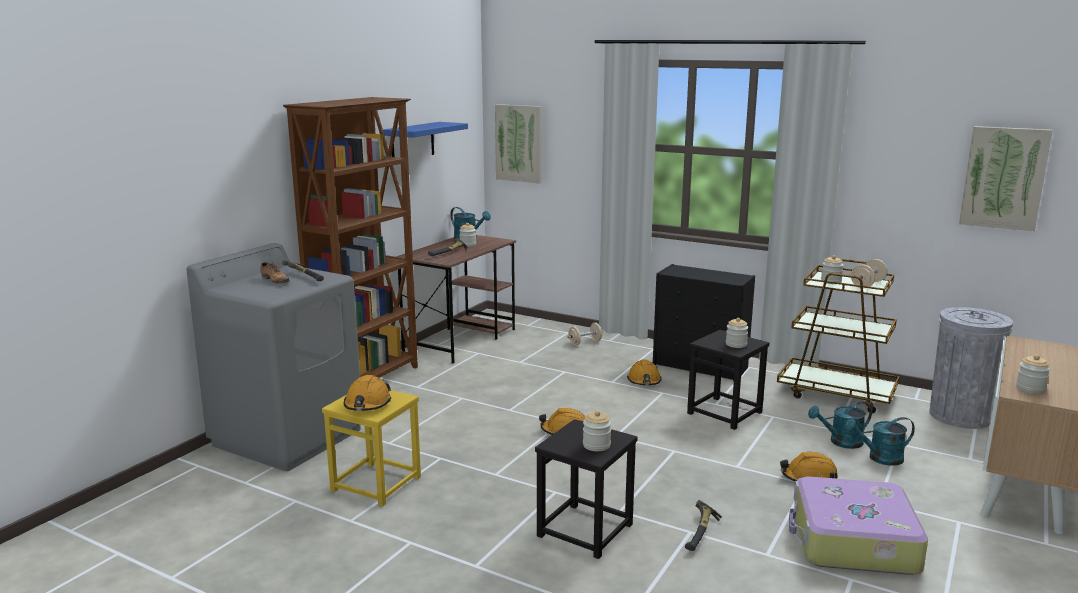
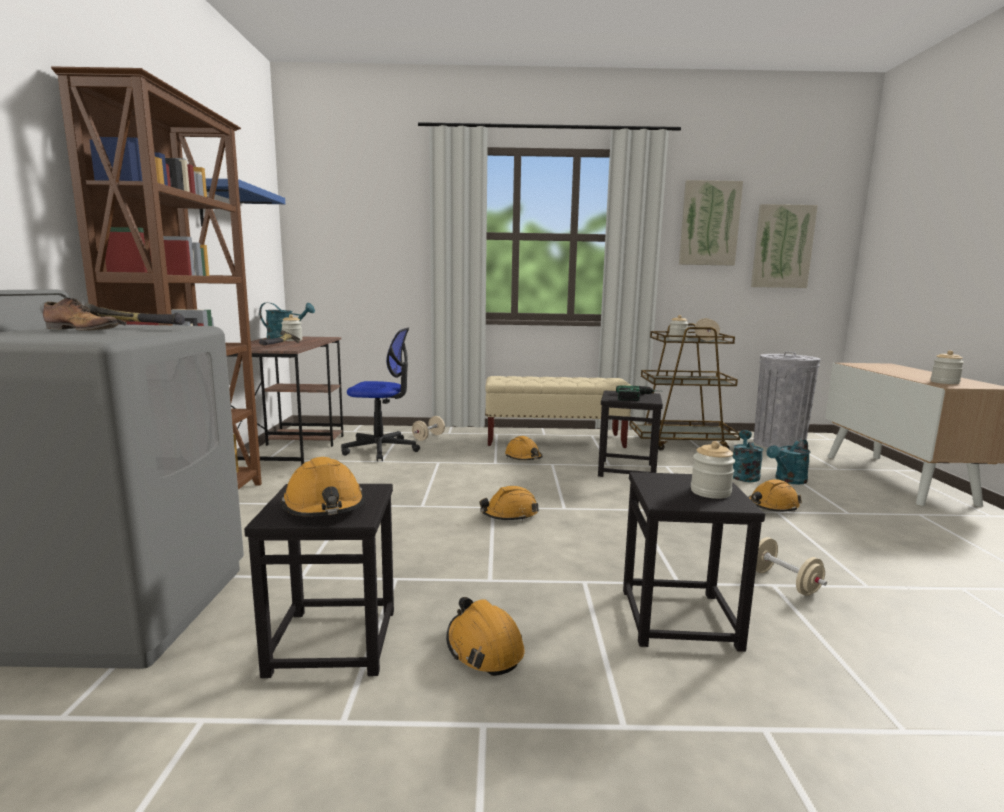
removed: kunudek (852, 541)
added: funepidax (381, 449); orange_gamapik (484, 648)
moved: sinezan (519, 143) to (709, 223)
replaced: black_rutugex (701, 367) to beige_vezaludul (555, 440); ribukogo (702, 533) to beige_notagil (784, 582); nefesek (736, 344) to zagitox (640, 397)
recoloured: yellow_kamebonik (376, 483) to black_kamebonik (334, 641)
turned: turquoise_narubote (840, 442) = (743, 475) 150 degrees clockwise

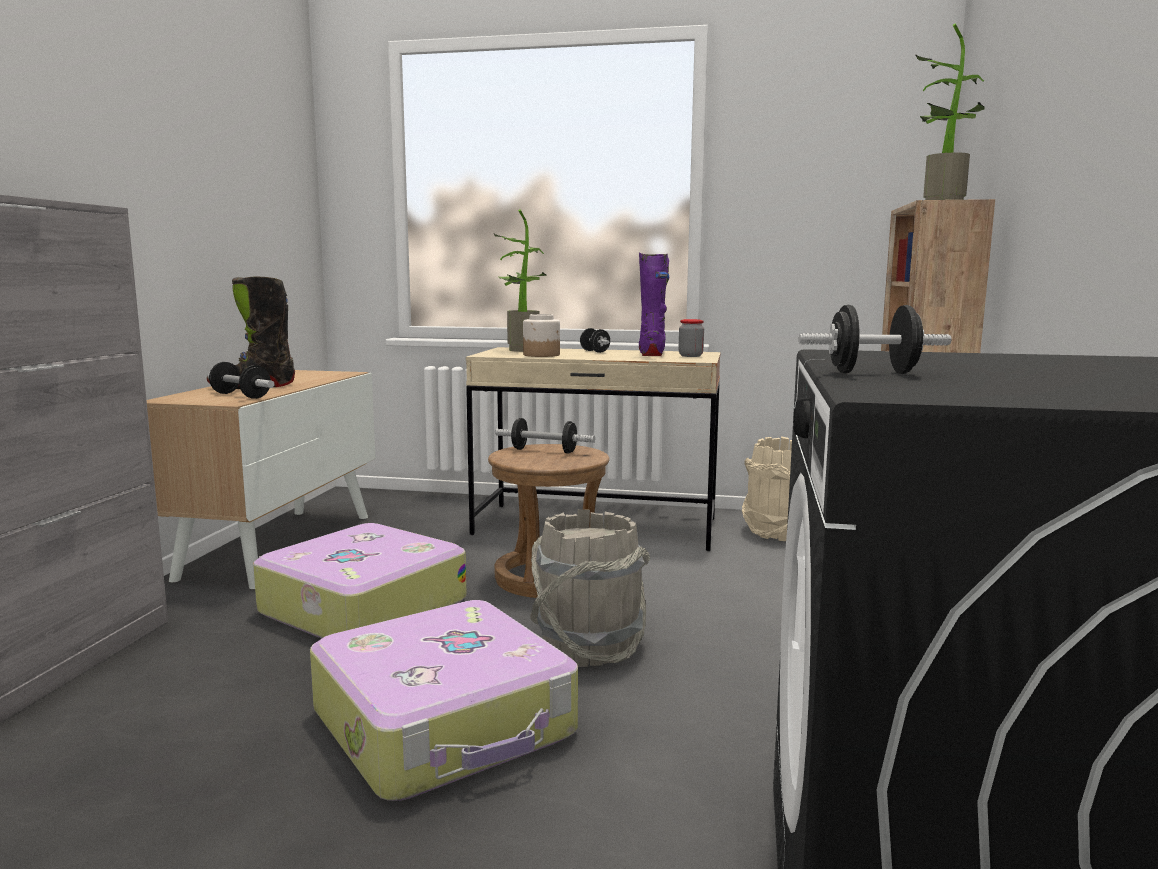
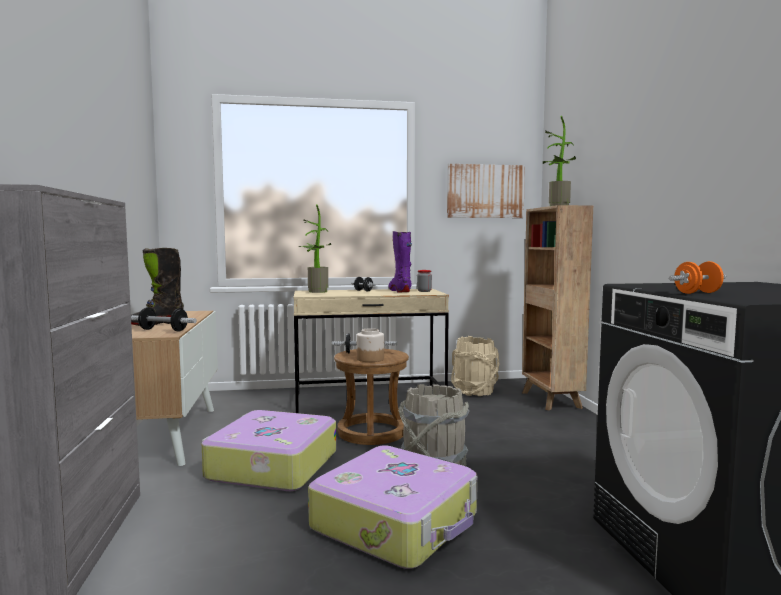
added: sinezan (485, 191)
moved: nefesek (542, 355) to (370, 359)
recoloured: black_notagil (872, 373) to orange_notagil (697, 293)

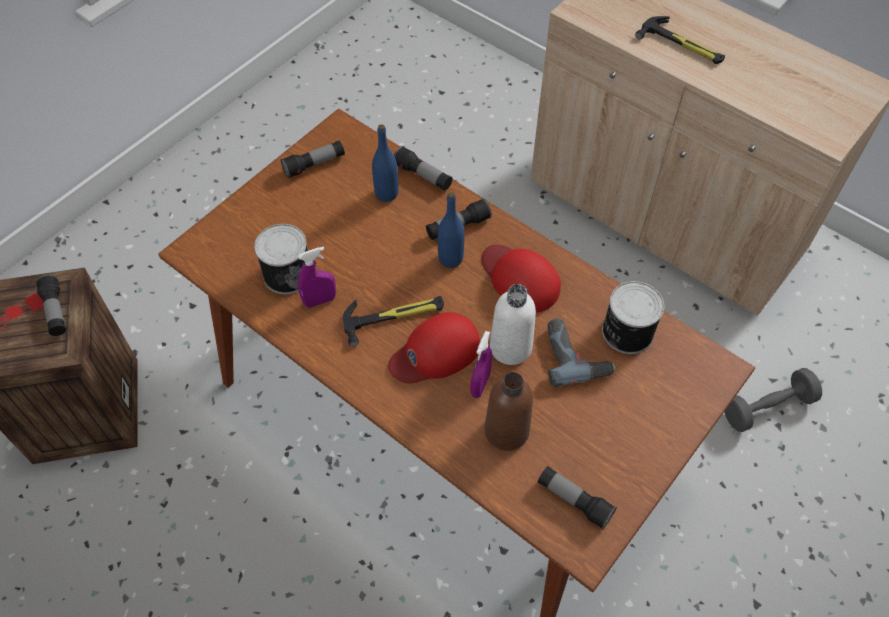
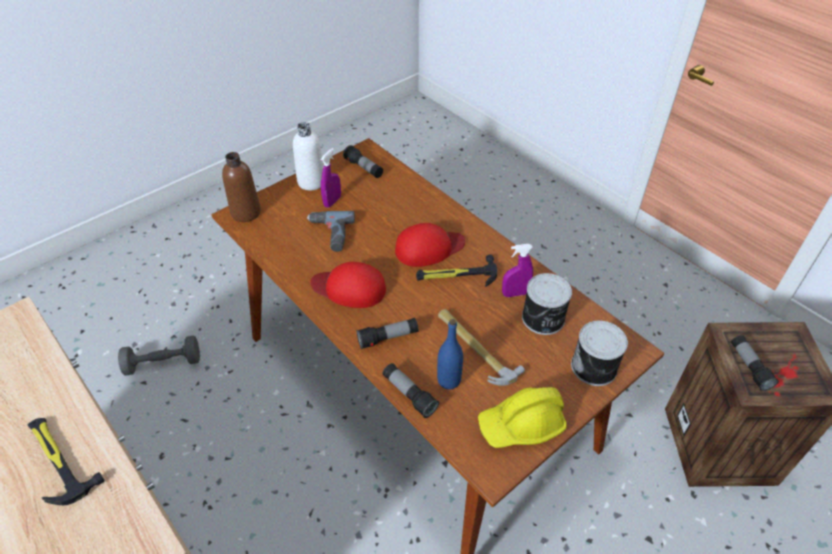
removed: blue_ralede (450, 259)
added: ribukogo (475, 348)
moved: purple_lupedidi (480, 385) to (332, 201); brown_ralede (506, 431) to (246, 212); white_ralede (510, 347) to (311, 182); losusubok (626, 332) to (595, 367)
replaced: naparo (314, 165) to yellow_gamapik (521, 425)
turned: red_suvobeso (519, 279) = (349, 288) 135 degrees clockwise

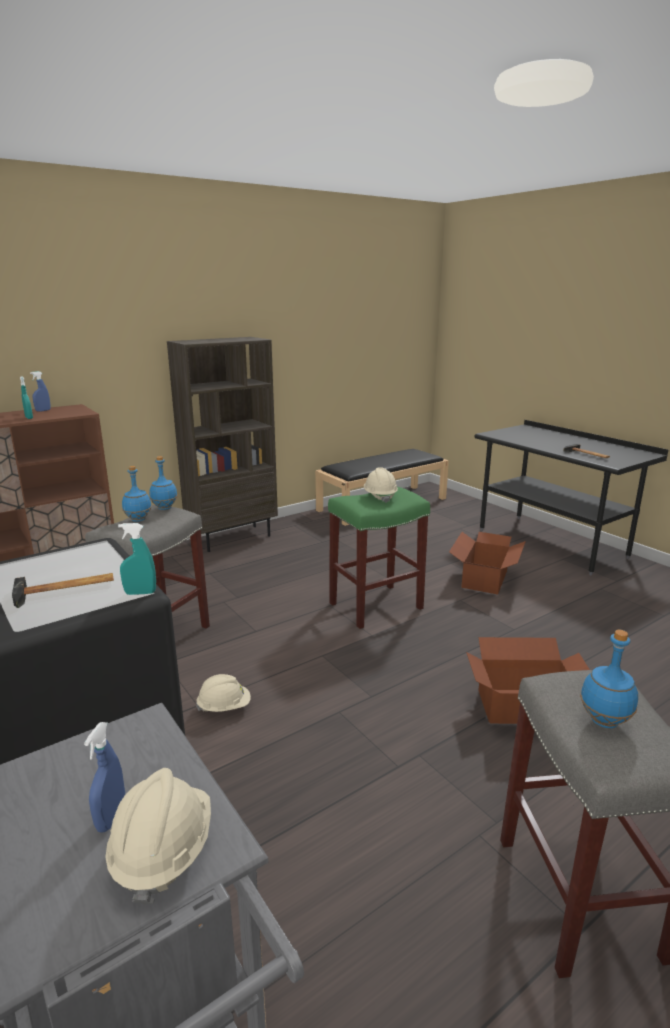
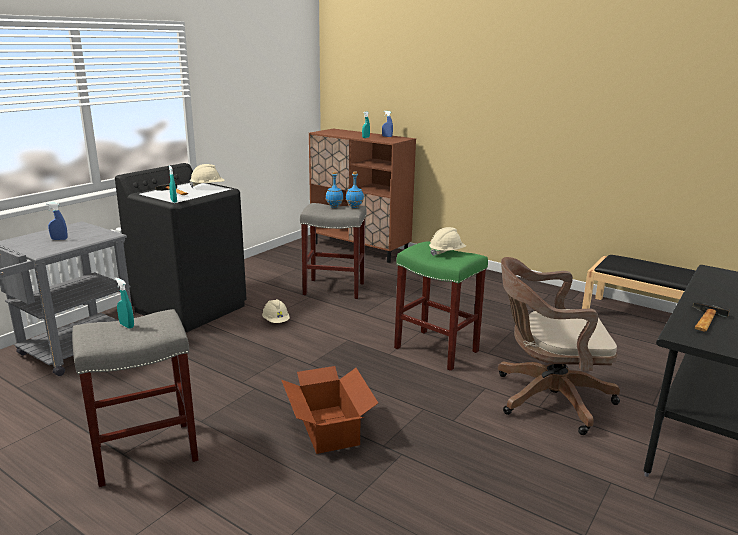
removed: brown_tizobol (232, 538)
moved: beige_gamapik (162, 851) to (207, 187)
replaced: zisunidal (484, 579) to brown_funepidax (546, 398); blue_ralede (603, 721) to turquoise_lupedidi (127, 325)

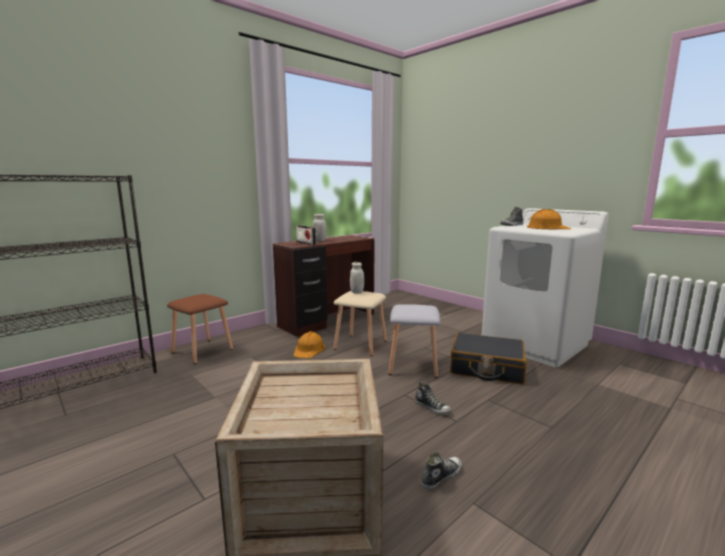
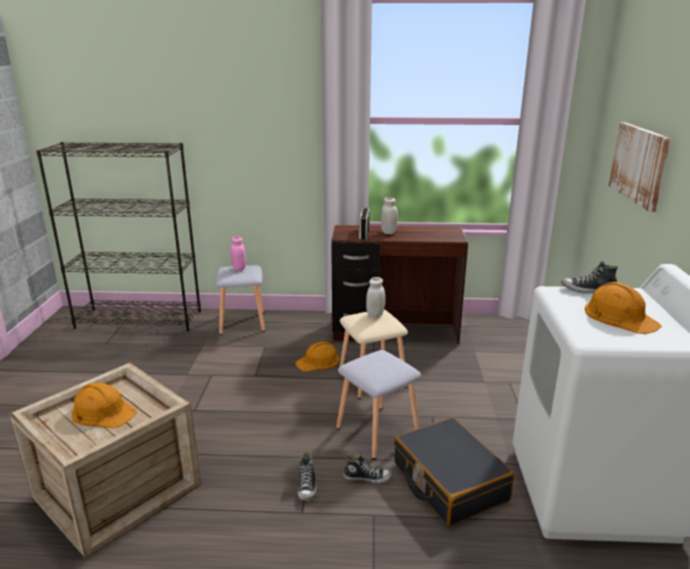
added: orange_gamapik (103, 411); pink_nefesek (239, 268); sinezan (639, 164)
moved: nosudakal (441, 476) to (367, 477)
recoloured: brown_kamebonik (201, 351) to grey_kamebonik (242, 322)

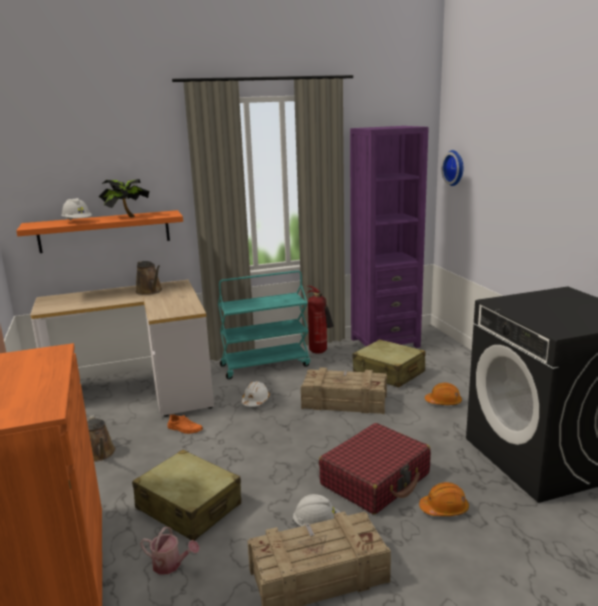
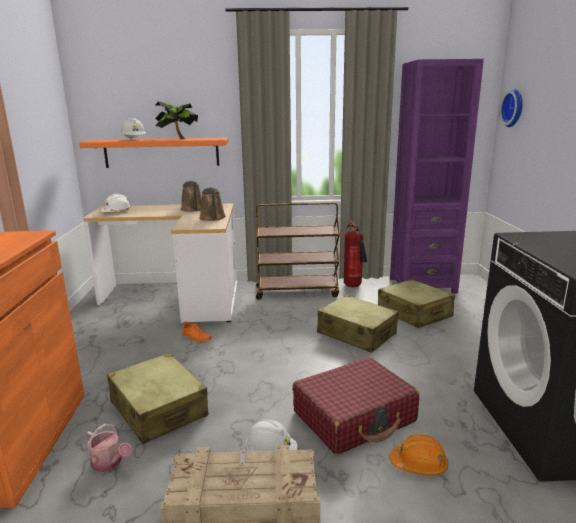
removed: orange_gamapik (443, 402)
moved: brown_narubote (100, 454) to (213, 218); white_gamapik (255, 401) to (117, 211)
replaced: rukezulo (344, 401) to beige_kunudek (356, 334)
recoloured: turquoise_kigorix (265, 365) to brown_kigorix (297, 291)

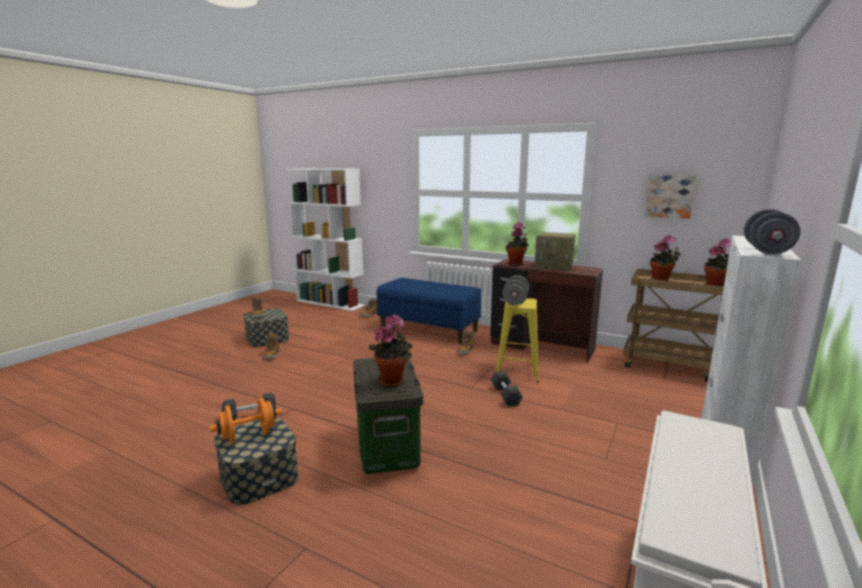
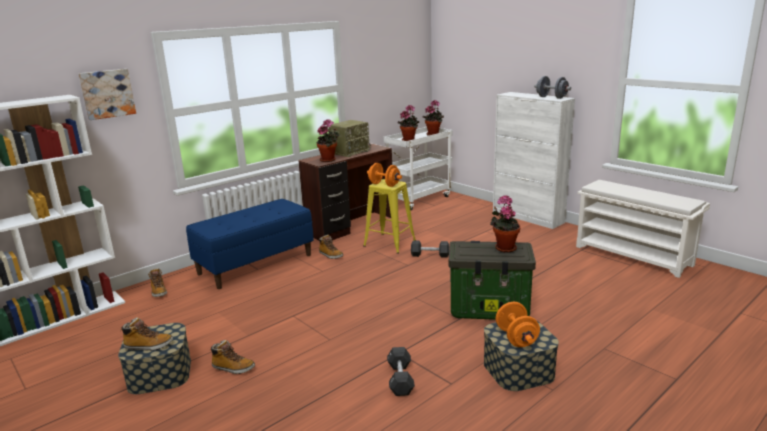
moved: sinezan (669, 196) to (107, 93)
recoloured: grey_notagil (515, 301) to orange_notagil (384, 185); brown_kigorix (671, 366) to white_kigorix (419, 199)

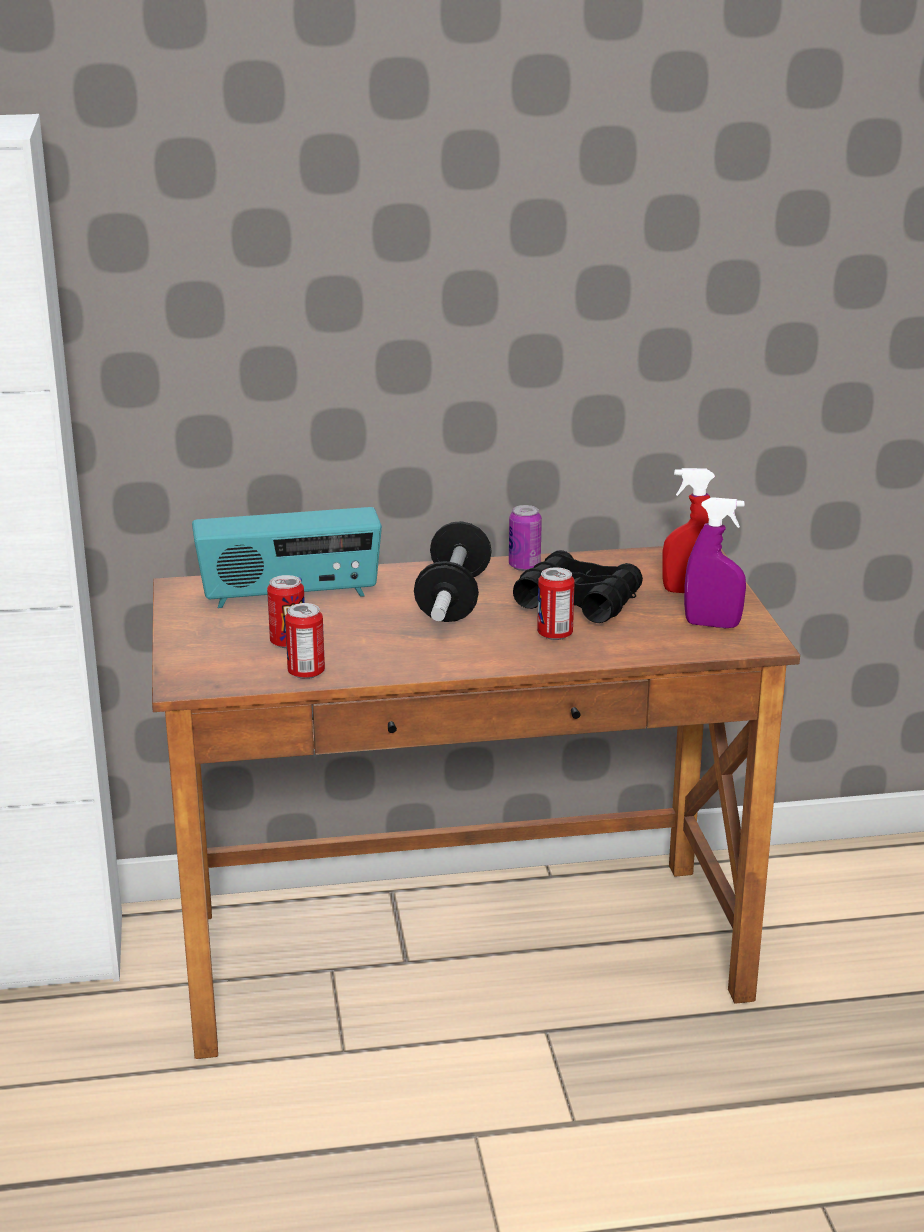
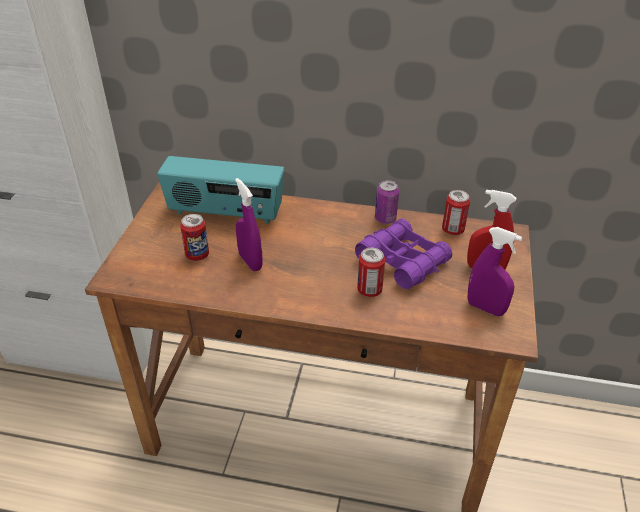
removed: notagil (453, 599)
added: purple_lupedidi (250, 262)
moved: losusubok (306, 673) to (452, 230)
recoloured: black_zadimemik (578, 601) to purple_zadimemik (402, 261)

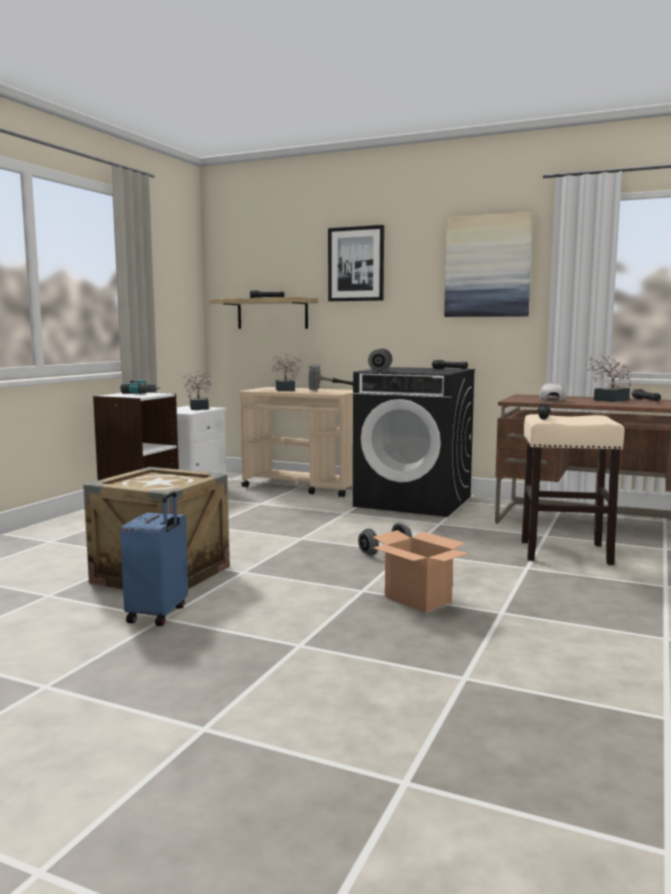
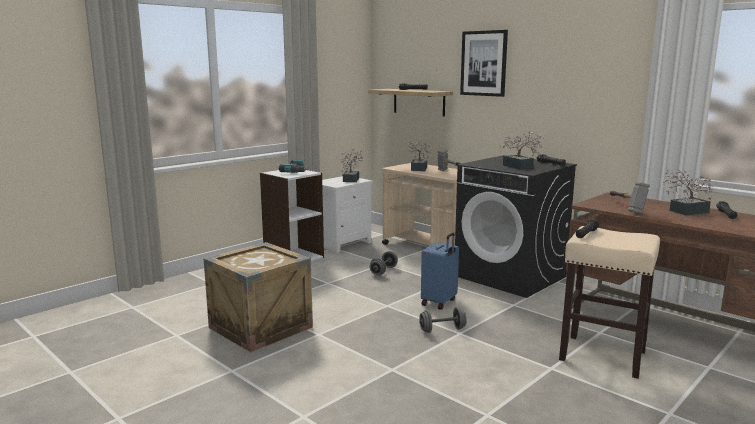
removed: zisunidal (418, 599); sinezan (487, 266)
added: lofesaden (520, 167)
moved: blue_kunudek (159, 614) to (439, 302); grey_notagil (380, 370) to (383, 271)
replaced: white_suvobeso (551, 400) to ribukogo (625, 207)

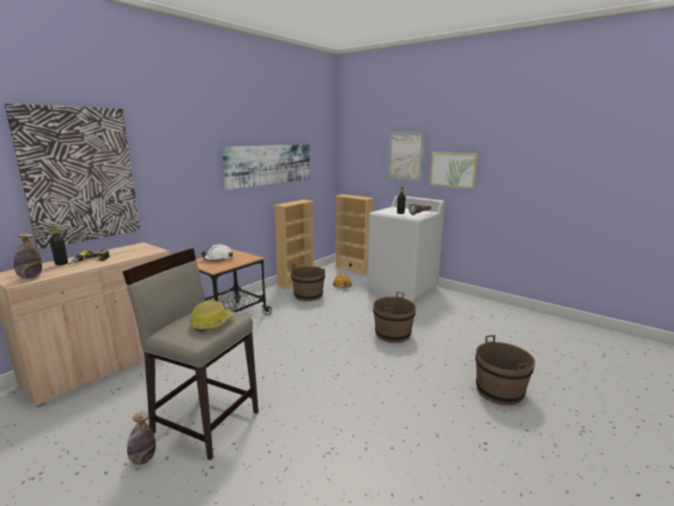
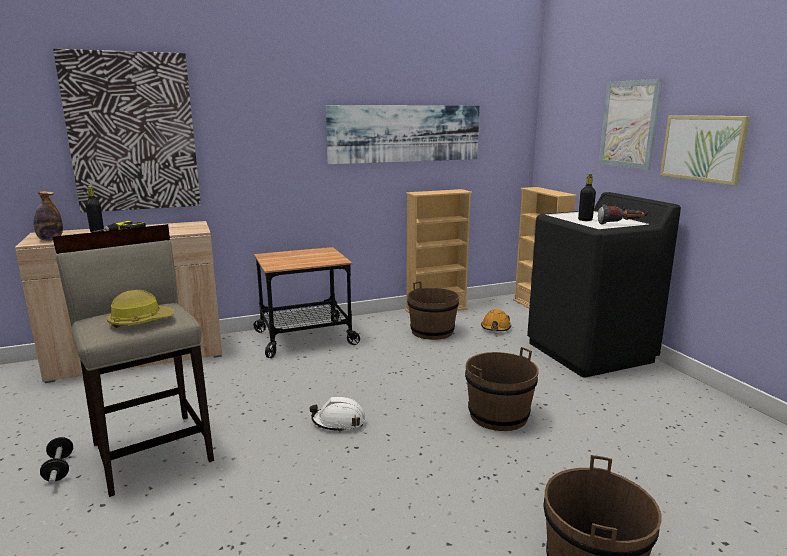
moved: white_gamapik (218, 259) to (339, 422)
replaced: ralede (143, 459) to notagil (59, 469)
recoloured: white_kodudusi (403, 289) to black_kodudusi (590, 352)

